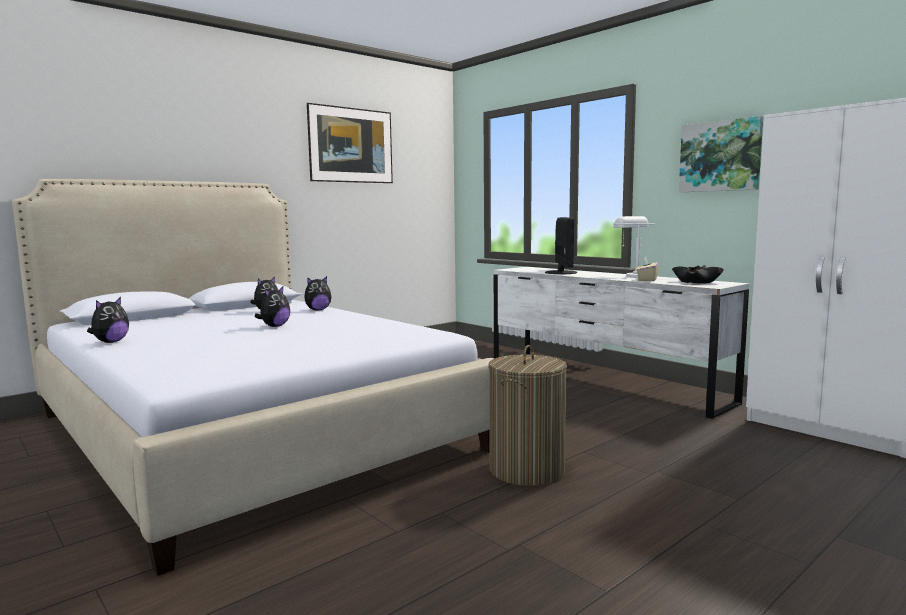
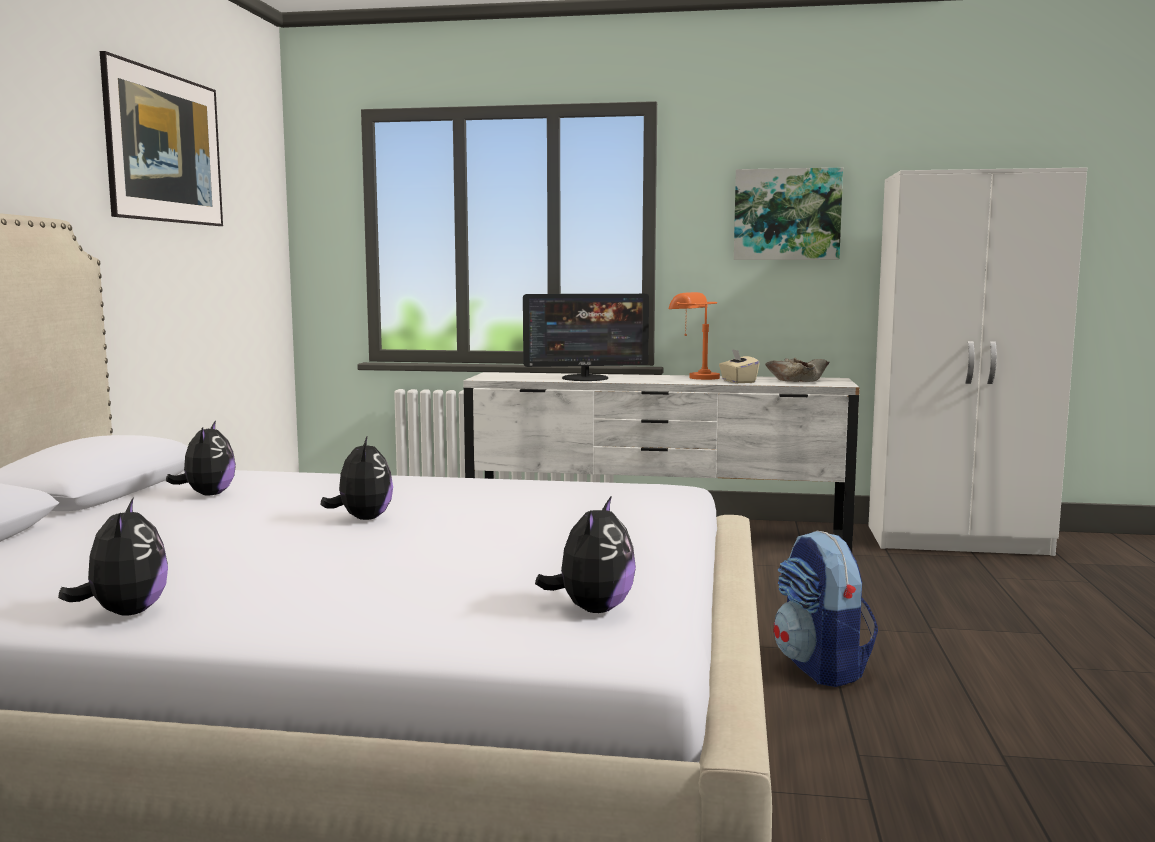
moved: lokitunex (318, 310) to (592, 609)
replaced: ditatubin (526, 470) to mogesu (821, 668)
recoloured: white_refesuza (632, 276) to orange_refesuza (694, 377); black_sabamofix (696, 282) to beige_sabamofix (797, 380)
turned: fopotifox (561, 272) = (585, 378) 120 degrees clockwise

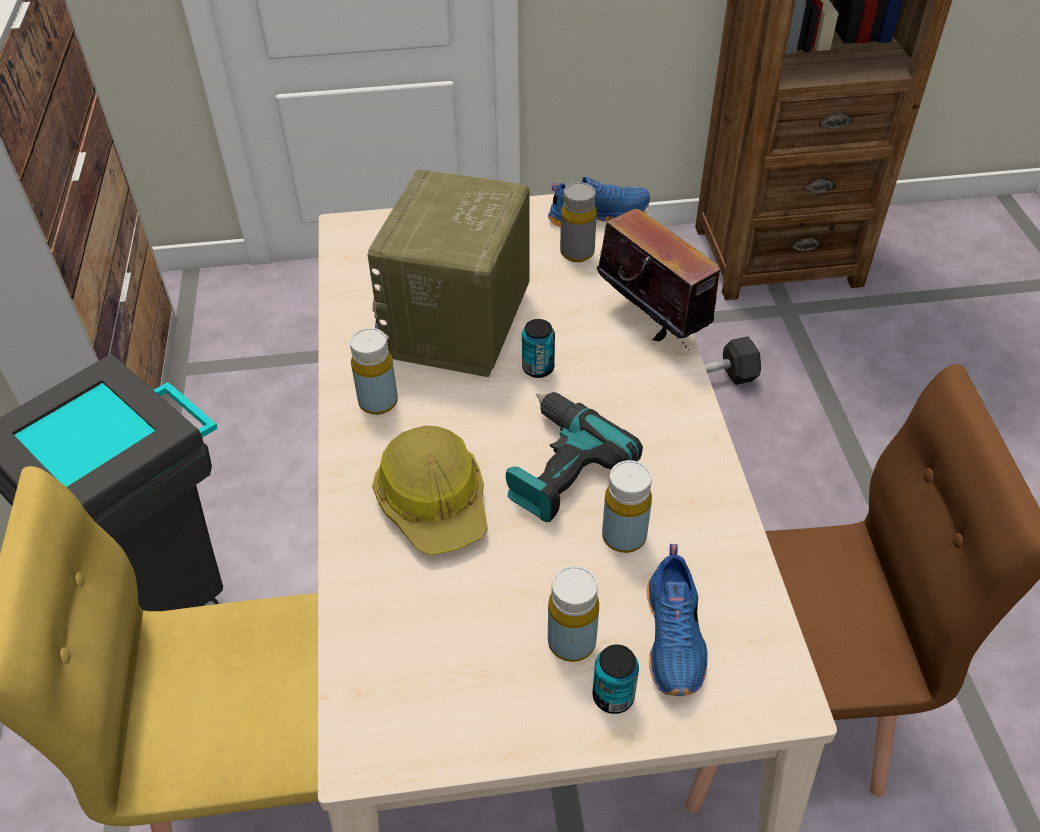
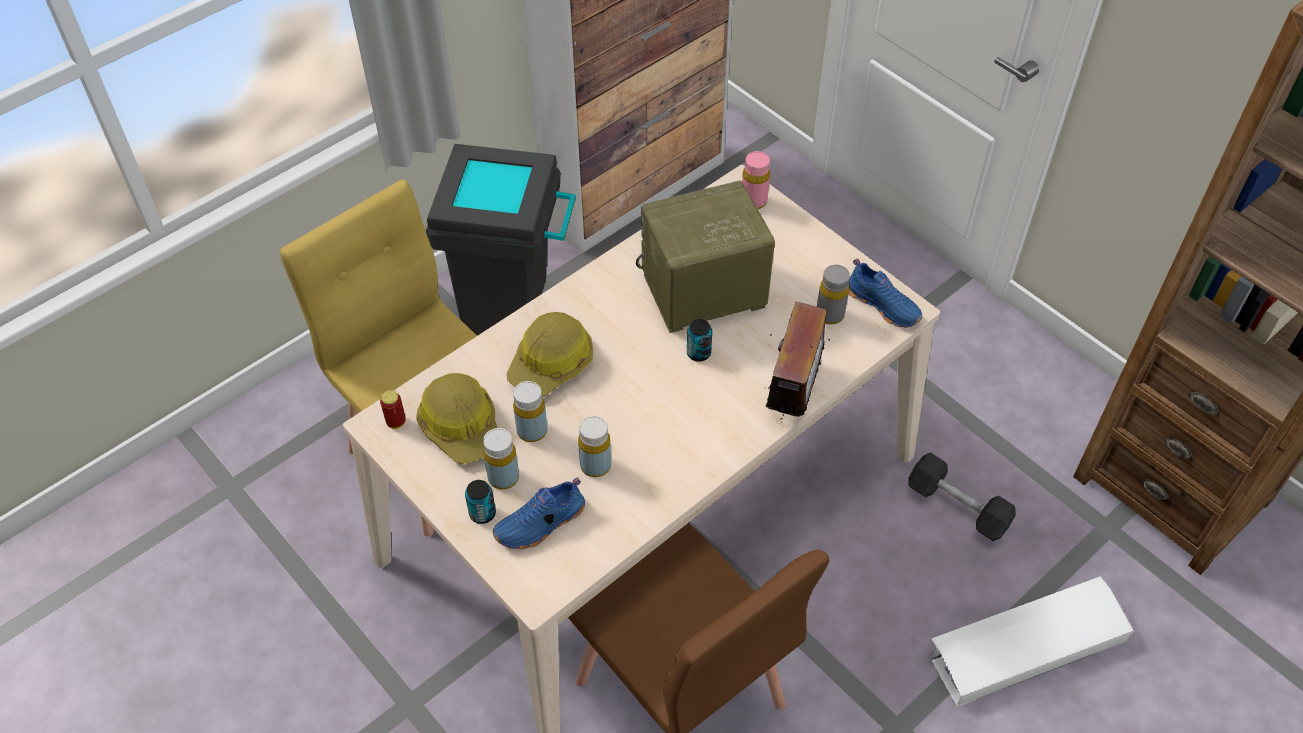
removed: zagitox (558, 467)
added: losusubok (396, 422); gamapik (461, 426); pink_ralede (754, 201); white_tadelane (1025, 646)
moved: yellow_ralede (378, 402) to (532, 431)

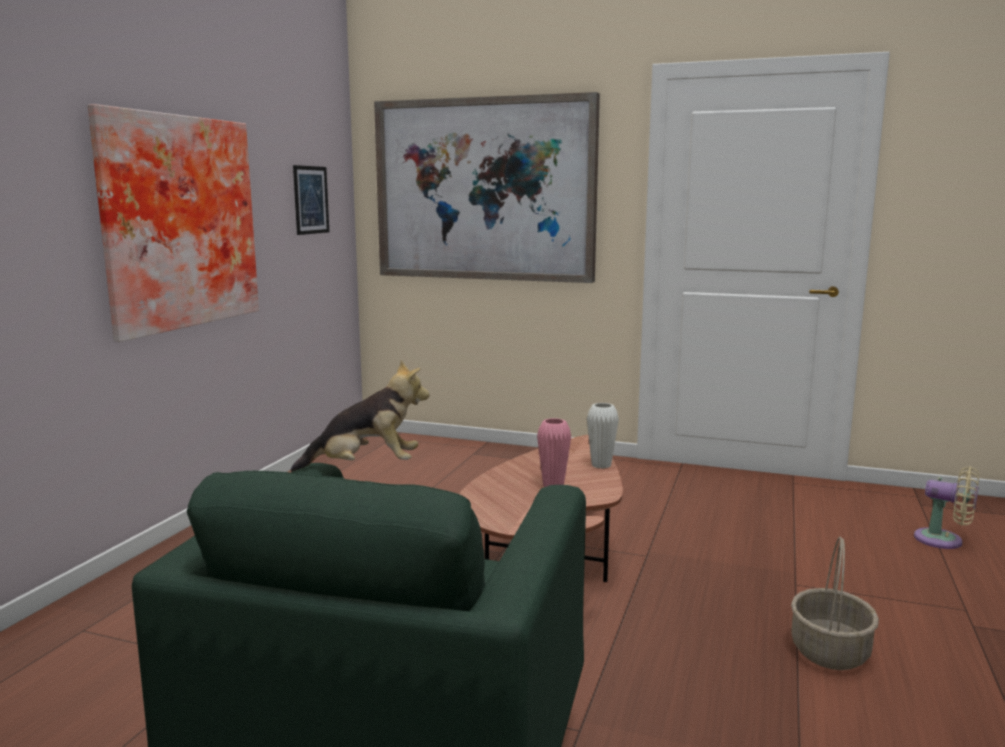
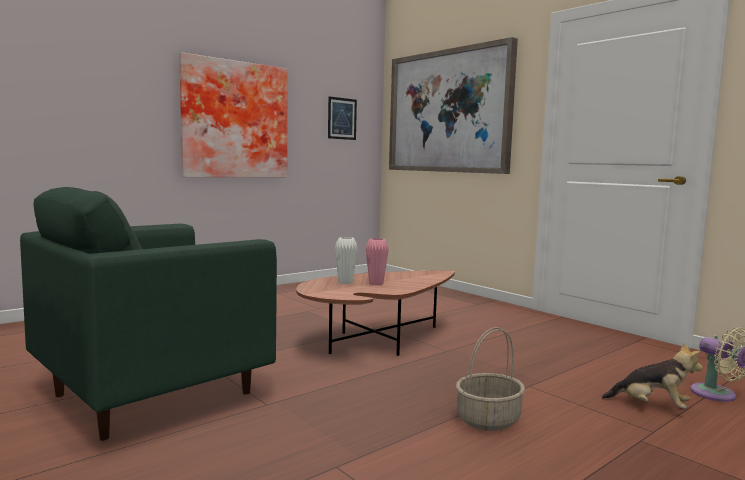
moved: lokitunex (366, 467) to (651, 406); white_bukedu (601, 465) to (345, 282)

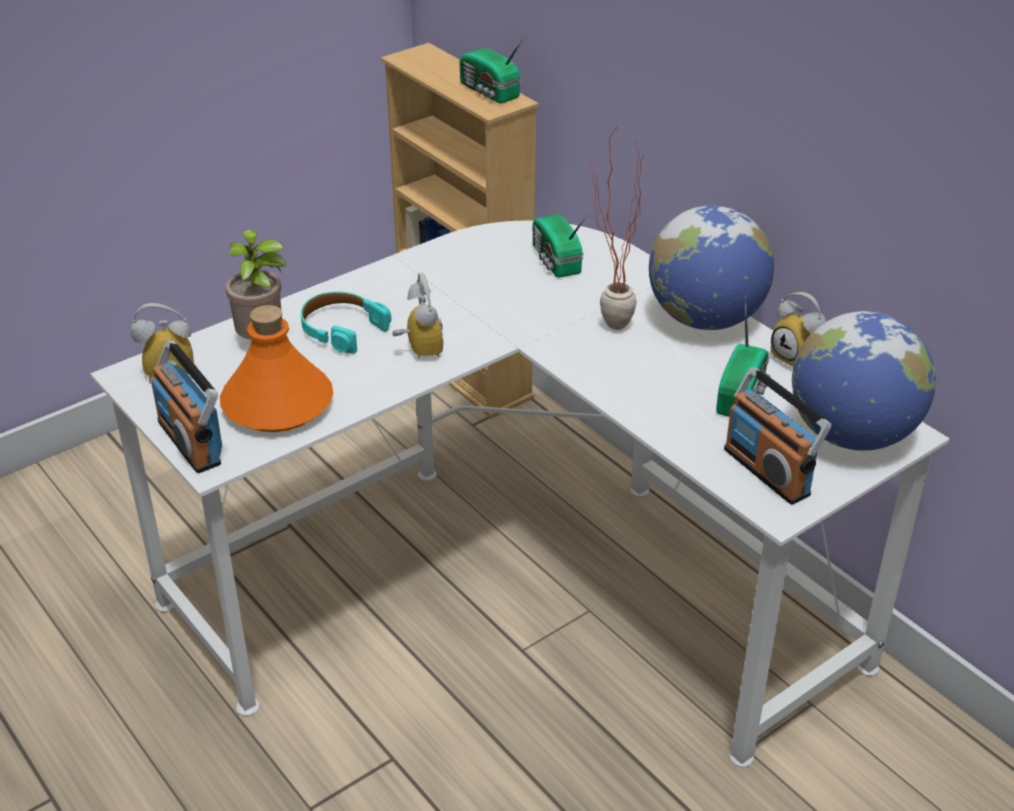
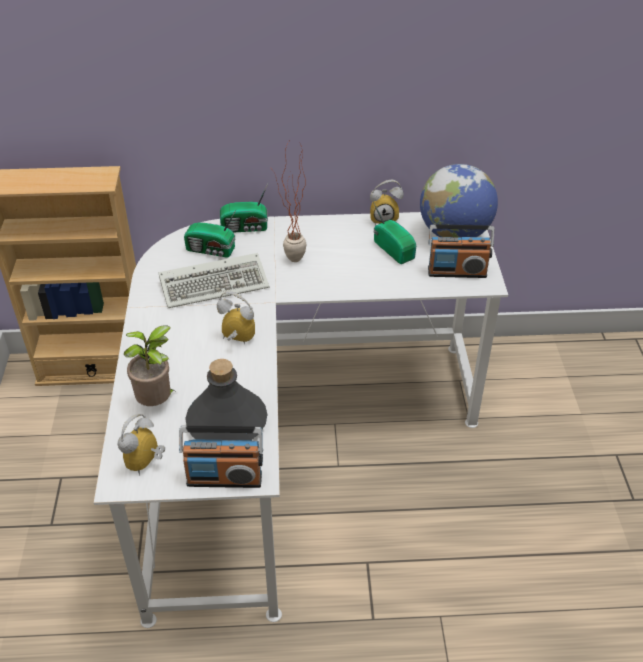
removed: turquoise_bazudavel (342, 329); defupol (705, 319)
added: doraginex (216, 283)
moved: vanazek (489, 92) to (246, 228)
recoloured: orange_ralede (278, 404) to grey_ralede (227, 422)

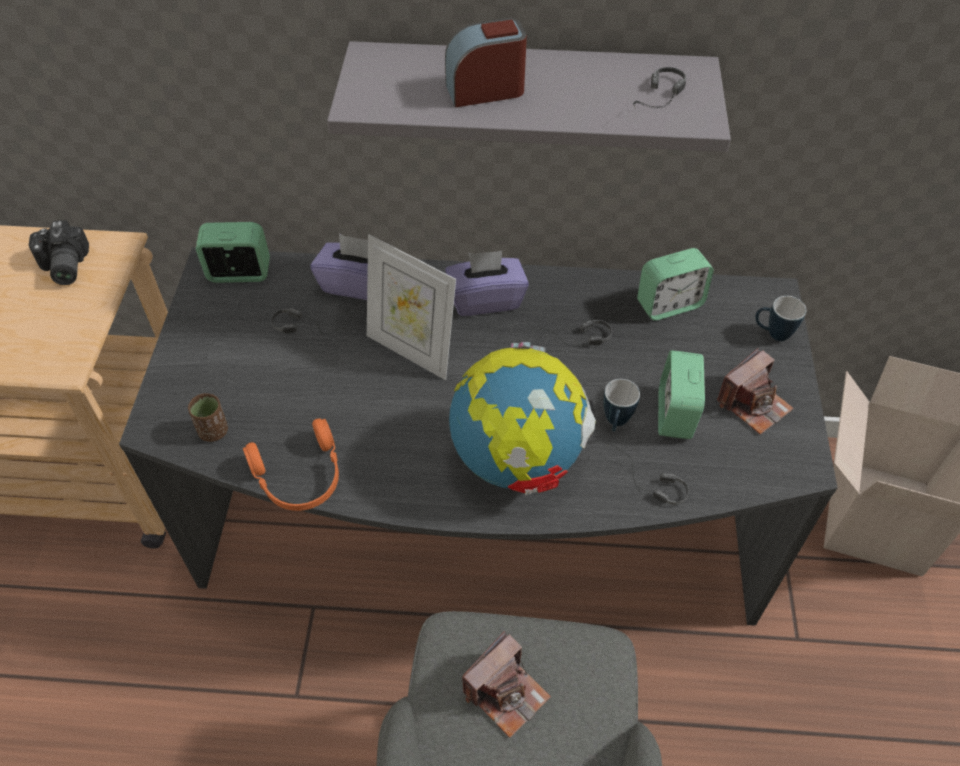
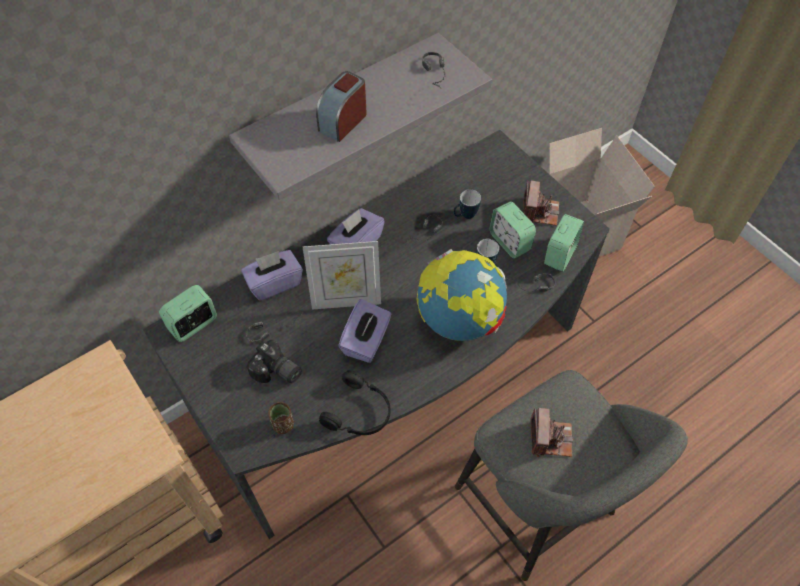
added: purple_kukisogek (366, 341)
moved: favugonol (63, 267) to (276, 372); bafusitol (669, 304) to (560, 254); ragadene (772, 334) to (464, 216)
recoloured: orange_bazudavel (300, 477) to black_bazudavel (360, 412)

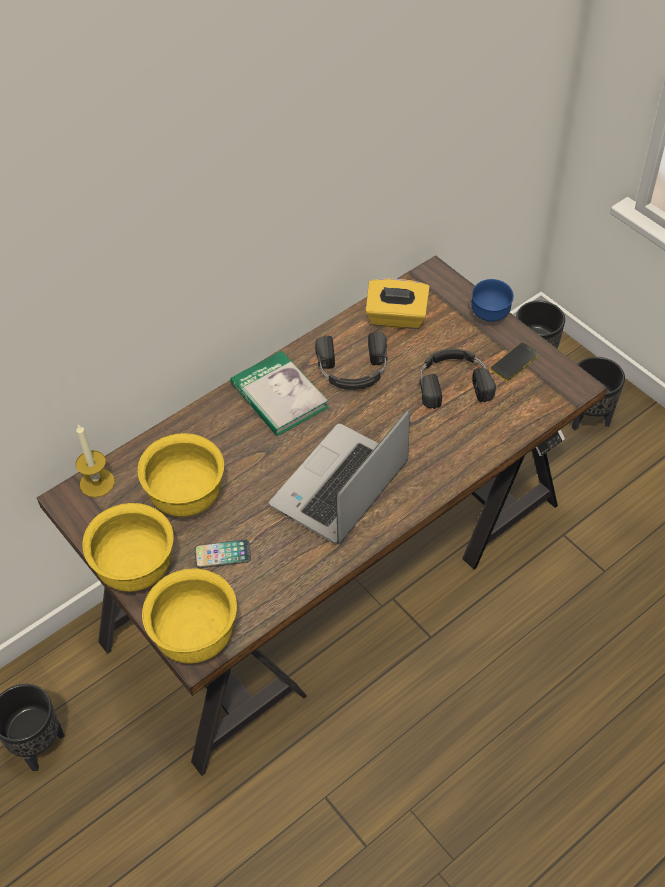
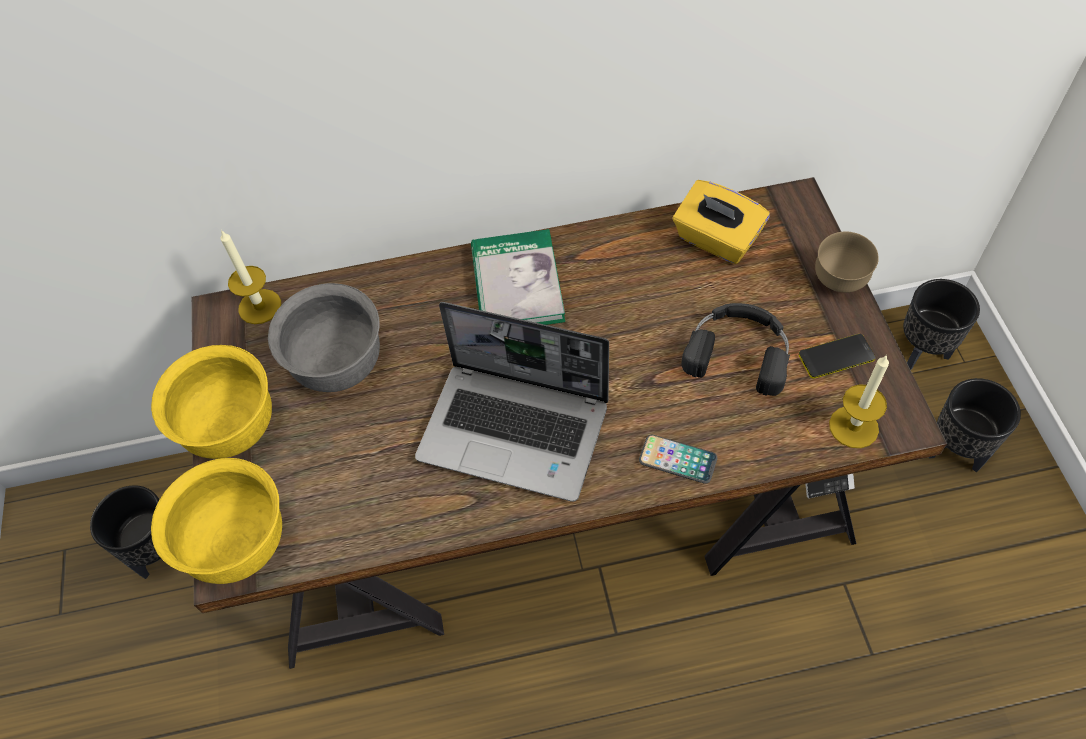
removed: black_bazudavel (353, 369)
added: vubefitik (853, 427)
moved: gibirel (222, 554) to (677, 459)
recoloured: yellow_sabamofix (187, 498) to grey_sabamofix (339, 366); blue_sabamofix (490, 316) to brown_sabamofix (838, 282)
turned: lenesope (340, 487) = (516, 431) 135 degrees counterclockwise

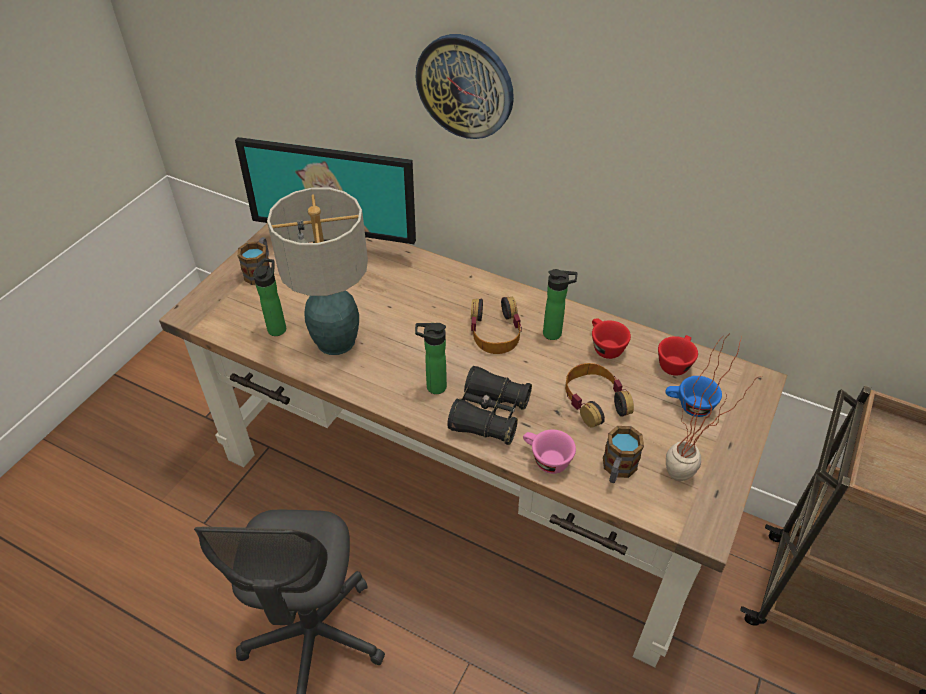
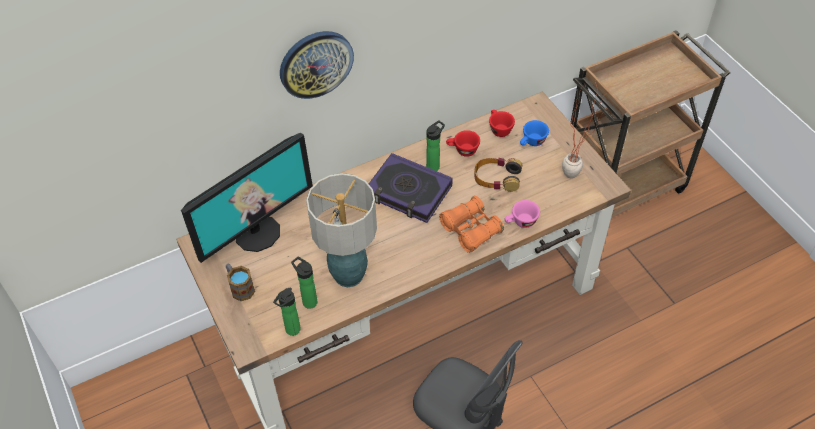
removed: ragadene (617, 469)
moved: ralede (433, 387) to (291, 331)
replaced: bazudavel (495, 331) to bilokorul (408, 192)
recoloured: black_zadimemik (489, 415) to orange_zadimemik (470, 230)

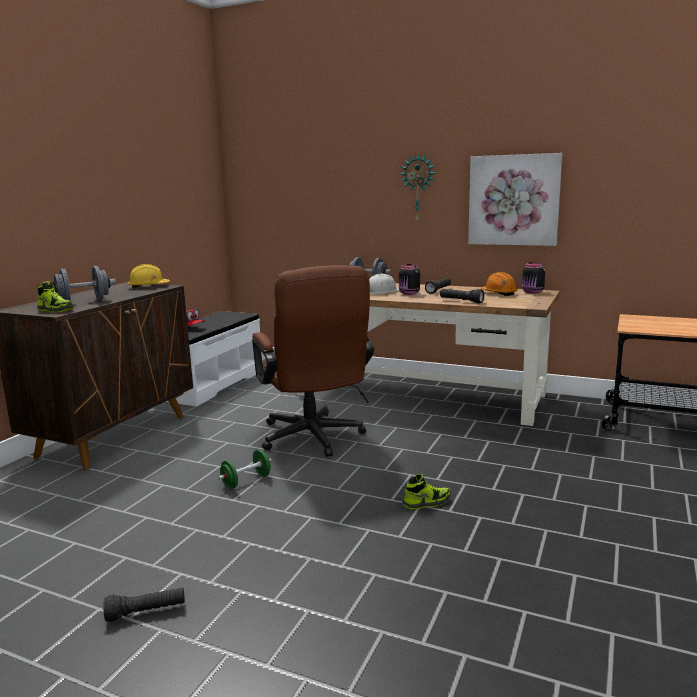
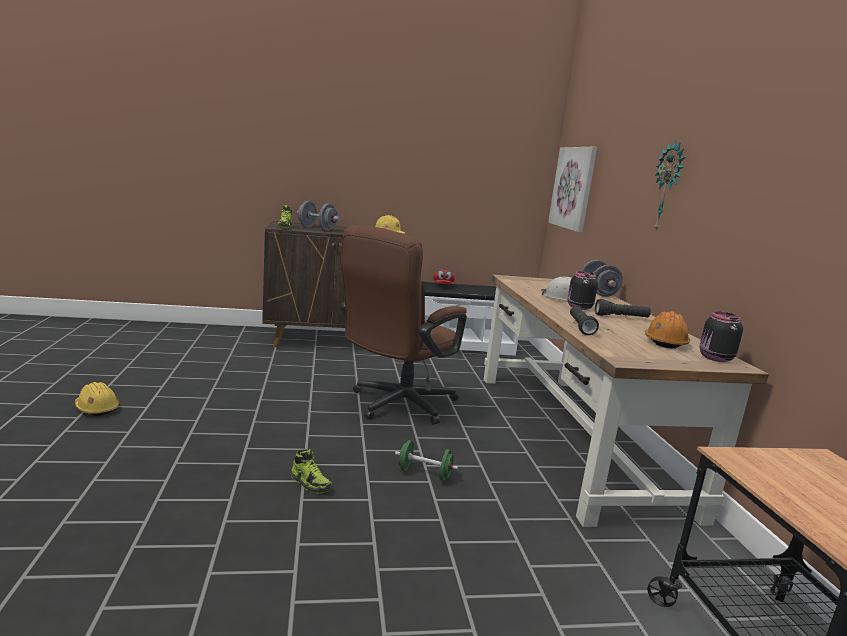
moved: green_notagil (246, 481) to (424, 474); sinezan (514, 200) to (573, 188)
replaced: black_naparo (146, 612) to yellow_gamapik (96, 408)

